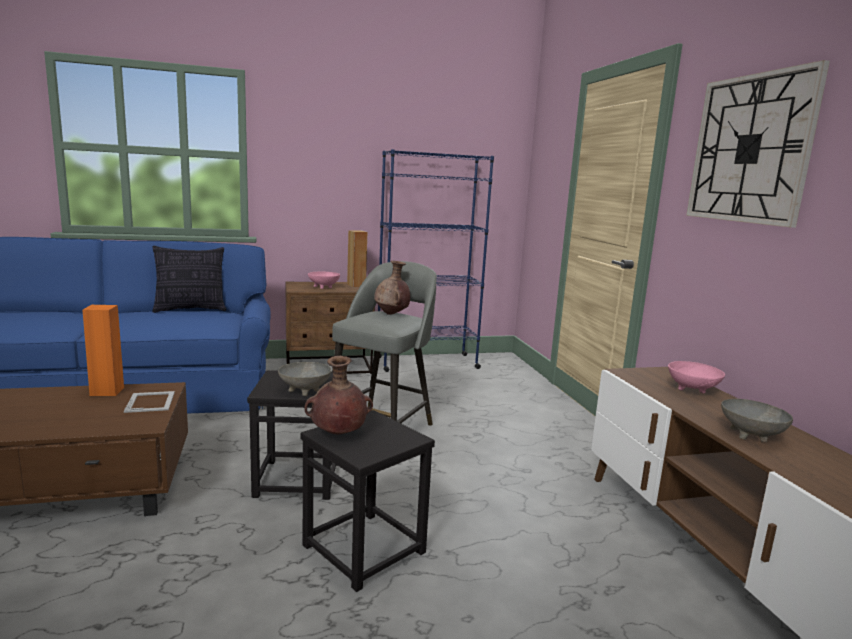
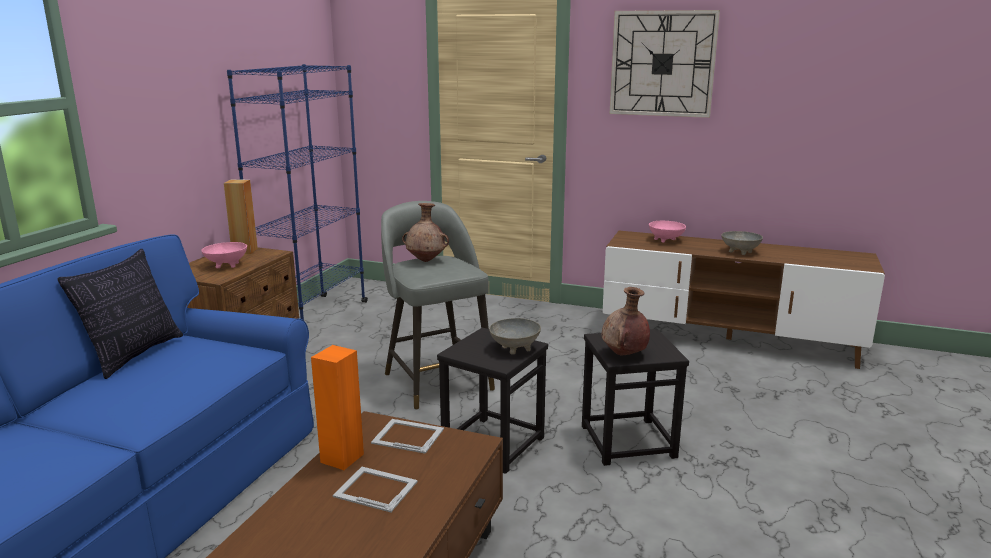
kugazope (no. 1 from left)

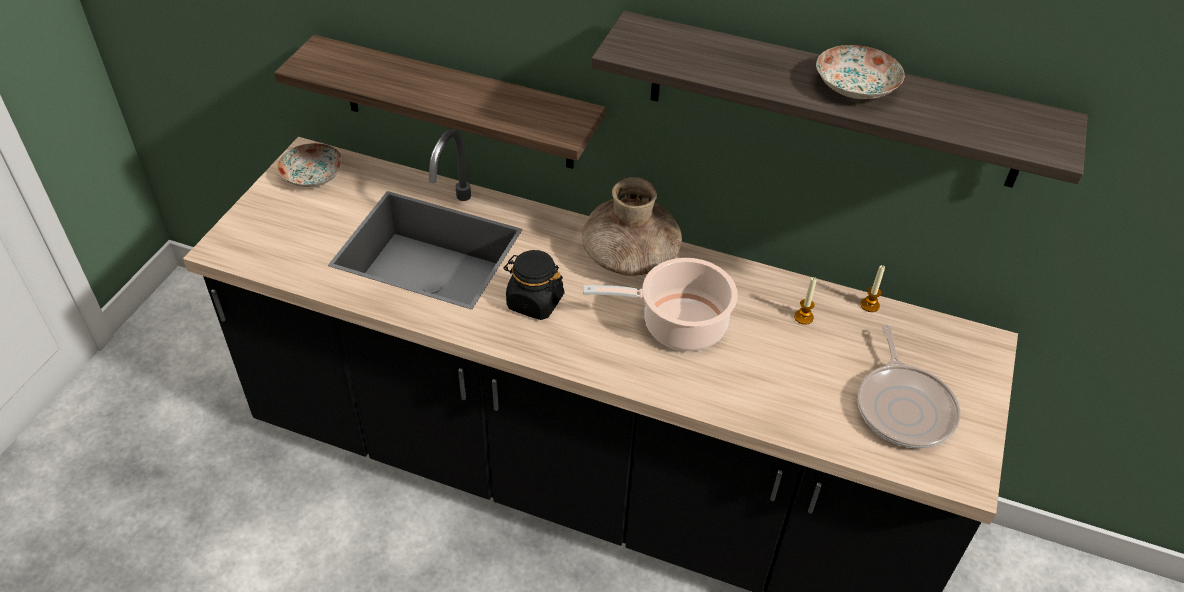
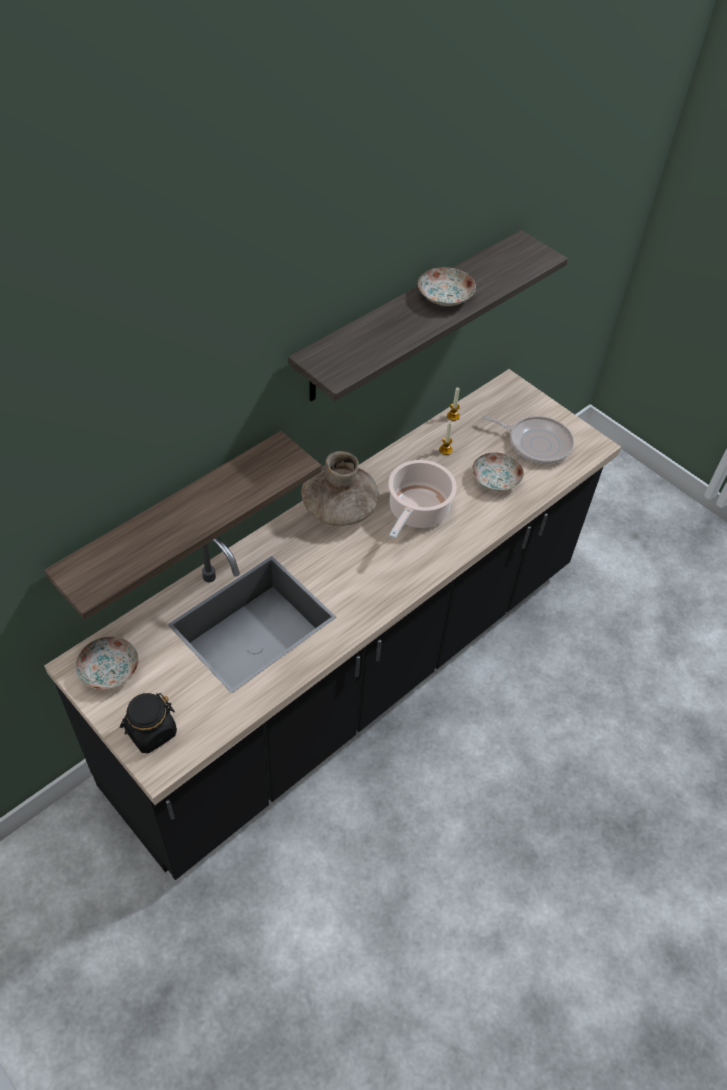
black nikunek
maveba (no. 3 from left)

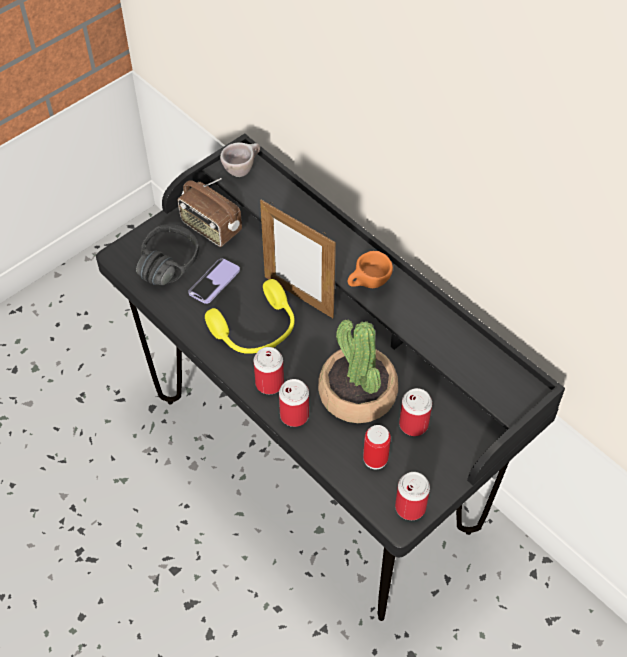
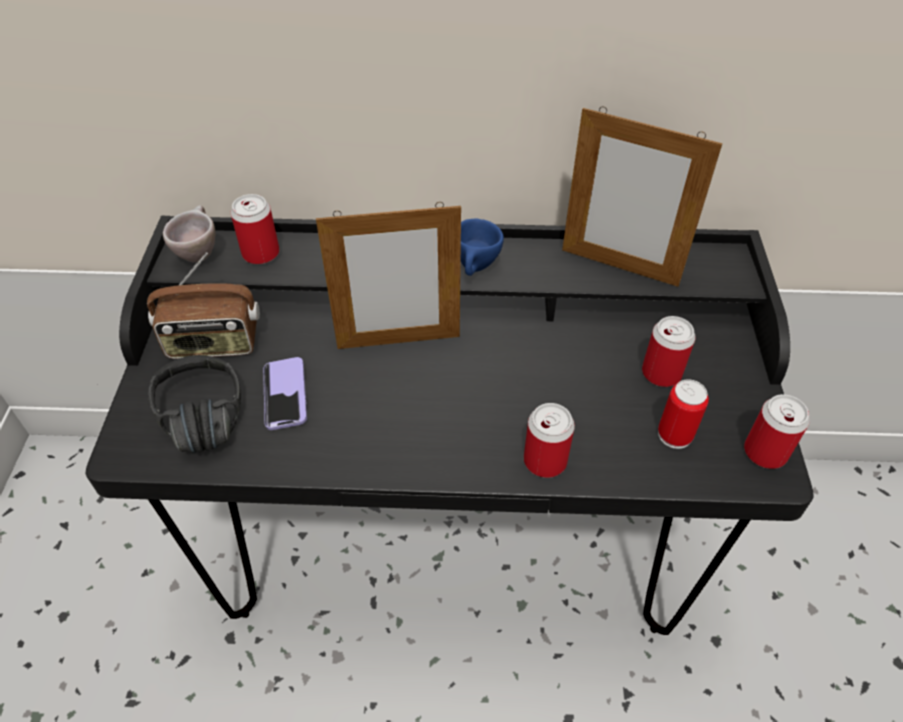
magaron (no. 1 from left)
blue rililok
kugazope (no. 2 from left)
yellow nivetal
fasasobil

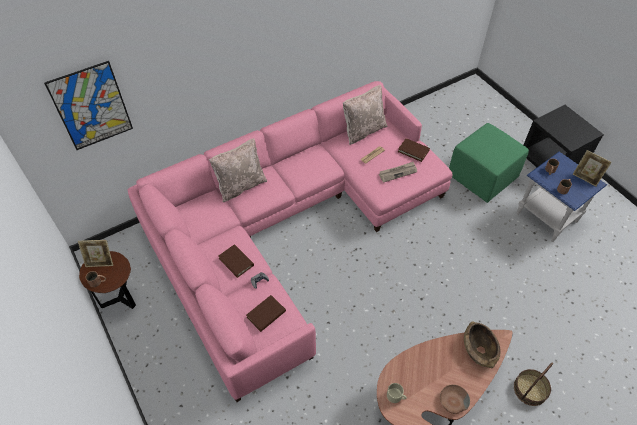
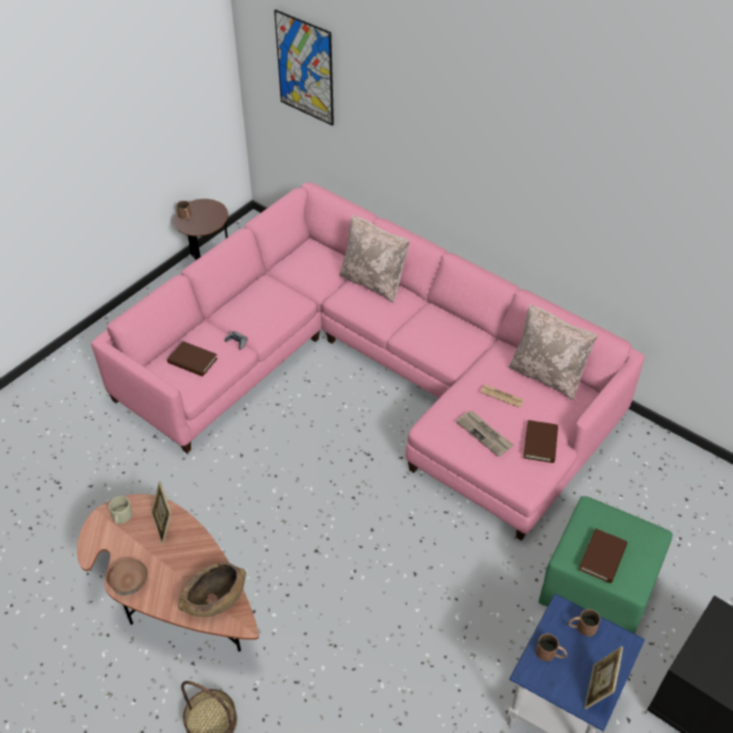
kugazope (no. 1 from left)
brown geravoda (no. 3 from left)

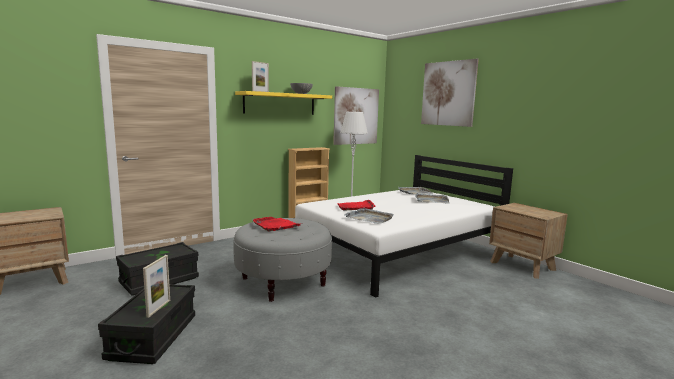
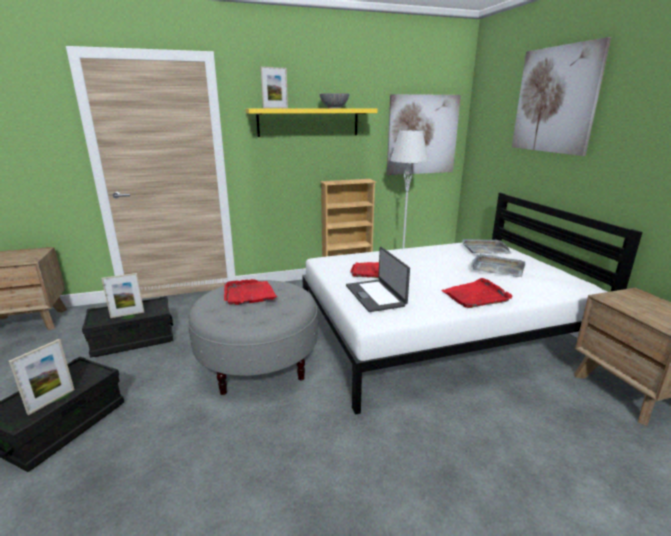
kugazope (no. 2 from left)
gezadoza
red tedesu (no. 3 from left)

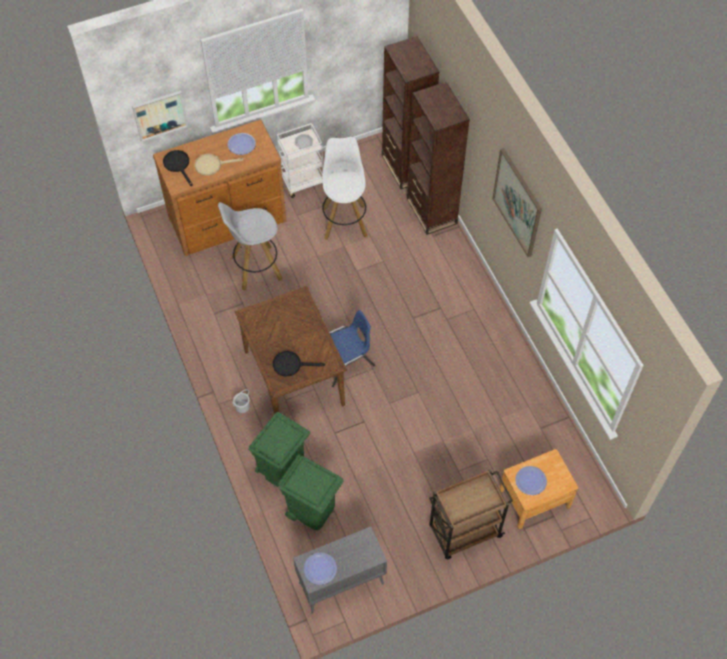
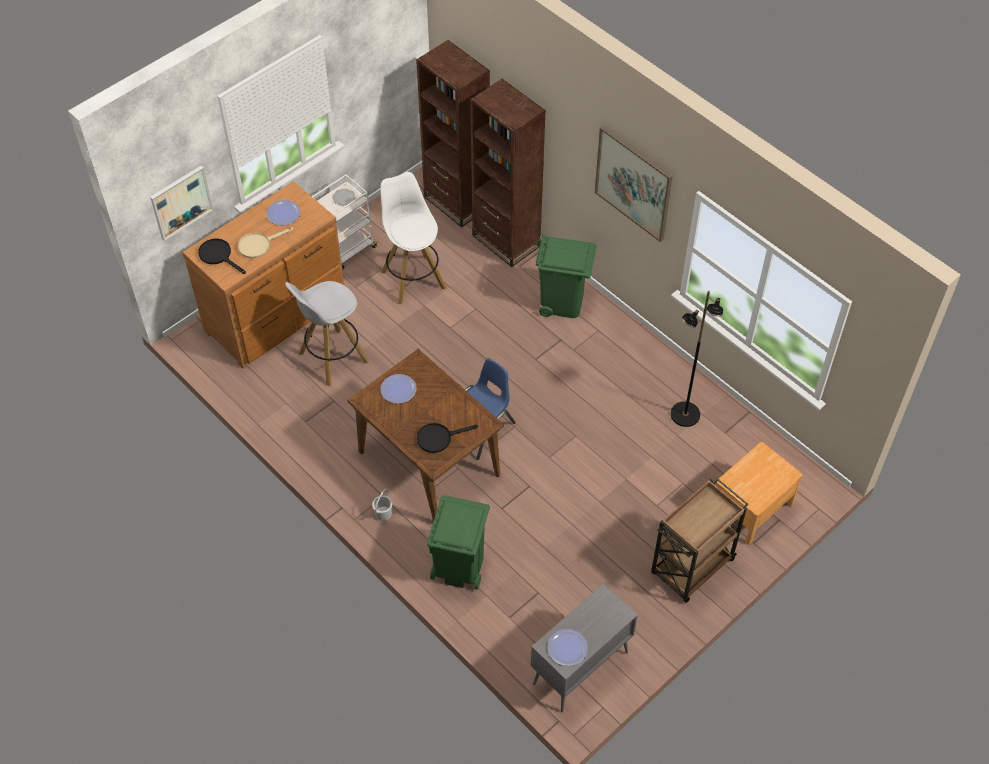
maveba (no. 3 from left)
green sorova (no. 2 from left)
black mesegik

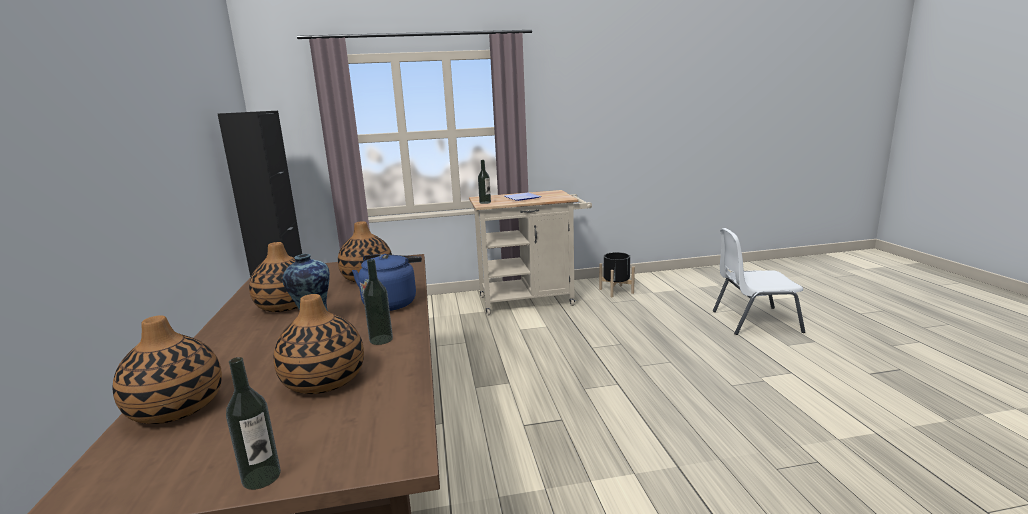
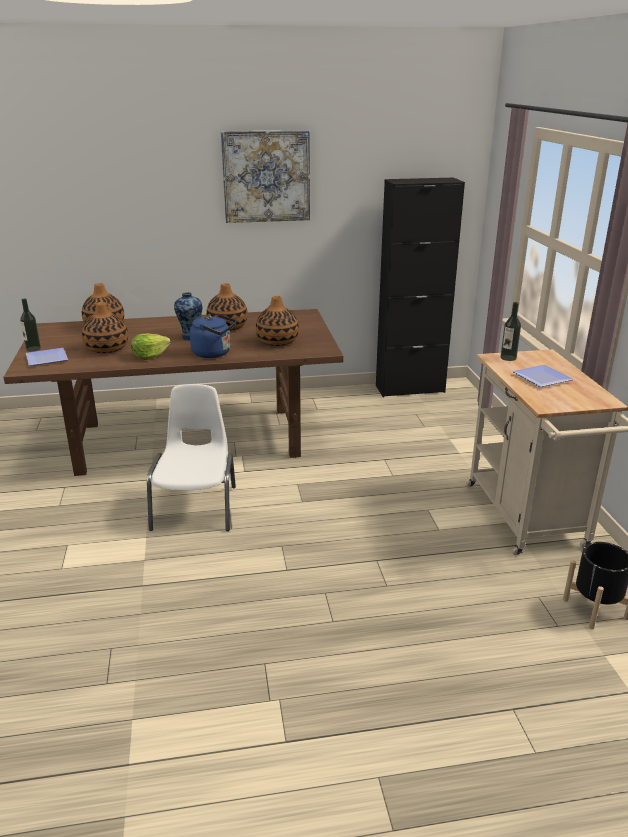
maveba (no. 1 from left)
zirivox
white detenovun
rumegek

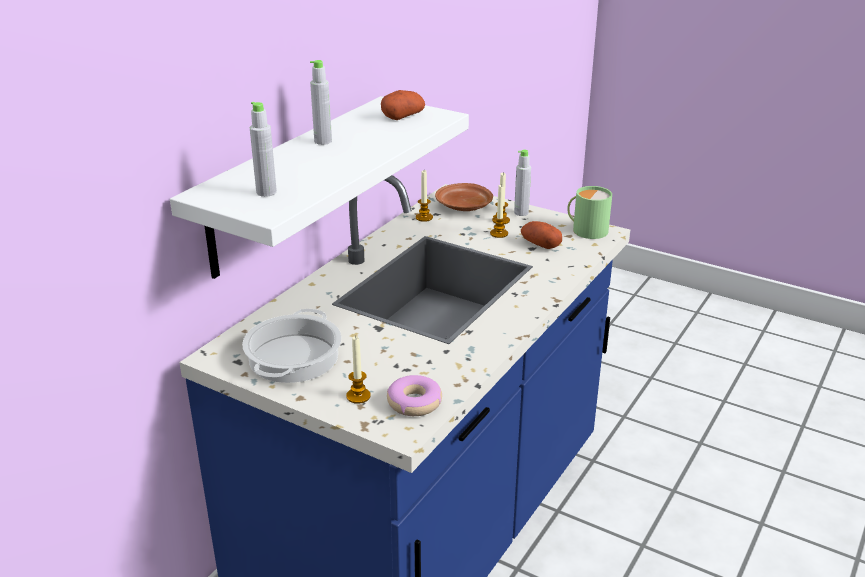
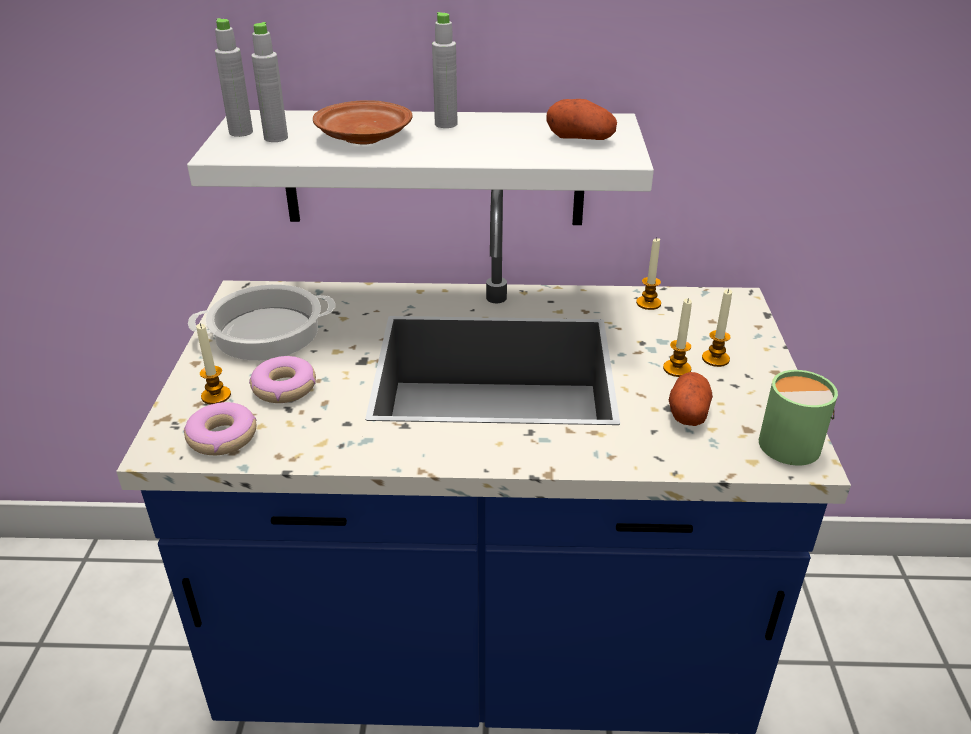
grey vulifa (no. 1 from left)
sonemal (no. 2 from left)
brown maveba

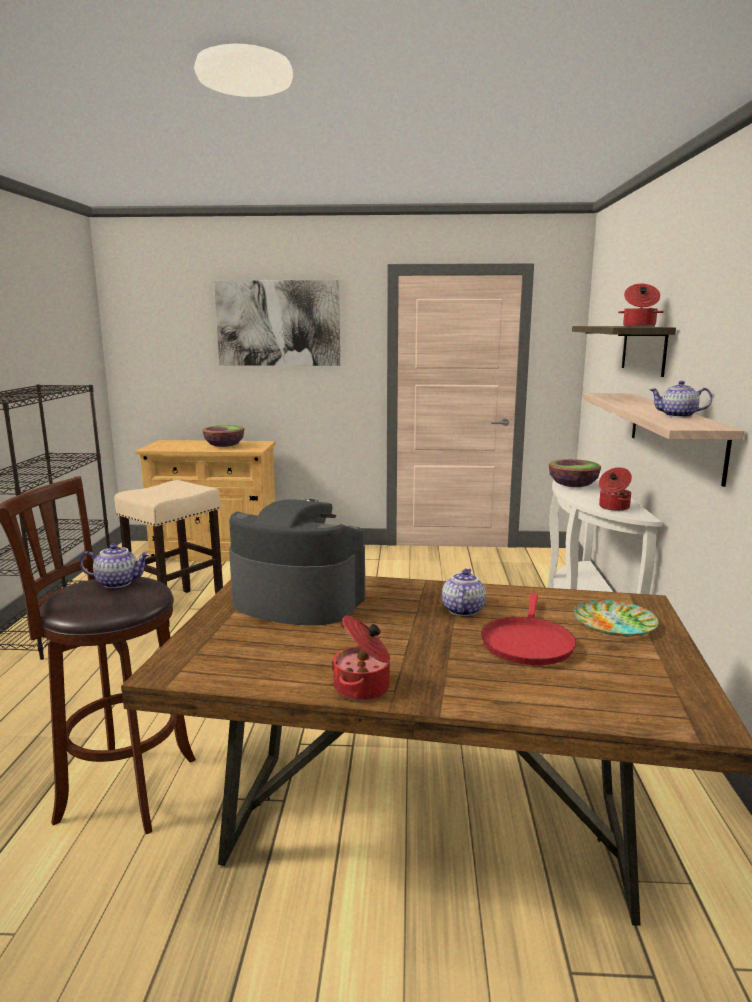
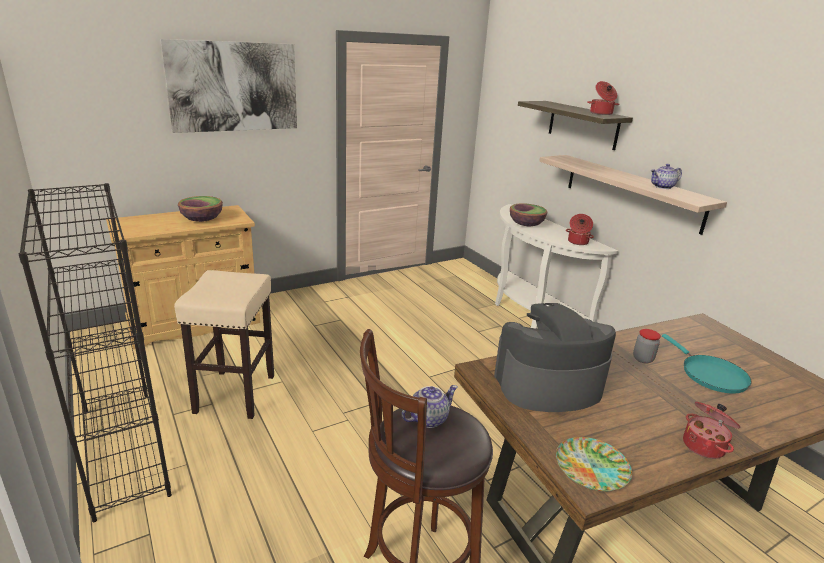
maveba
nikunek
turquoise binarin

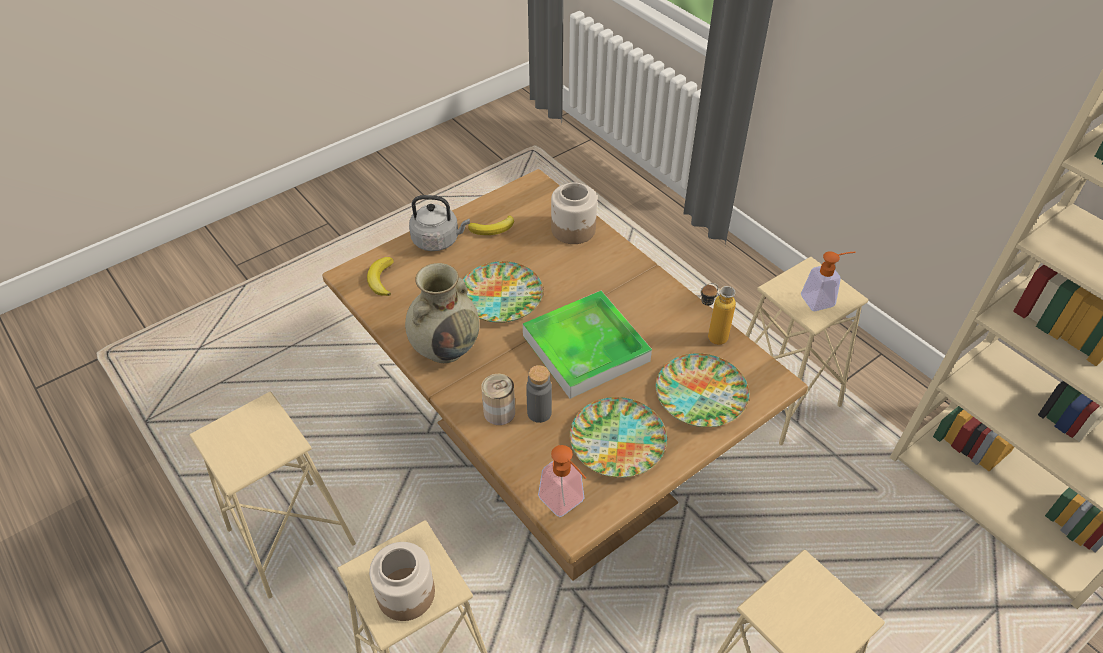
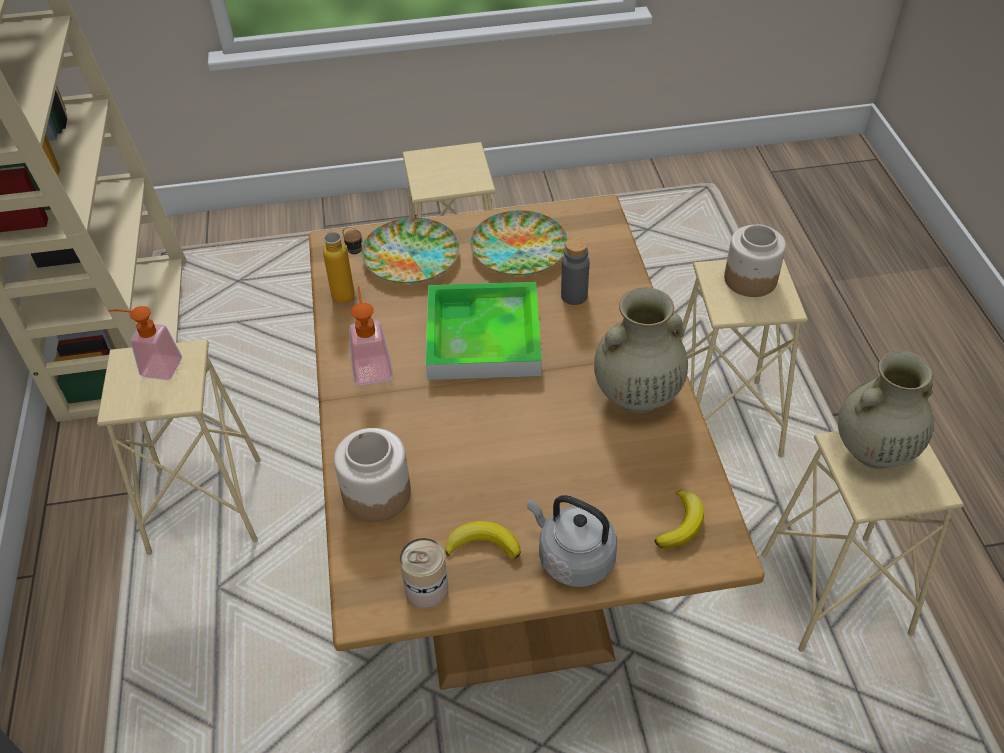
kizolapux (no. 2 from left)
magaron
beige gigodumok (no. 2 from left)
maveba (no. 1 from left in the first image)

